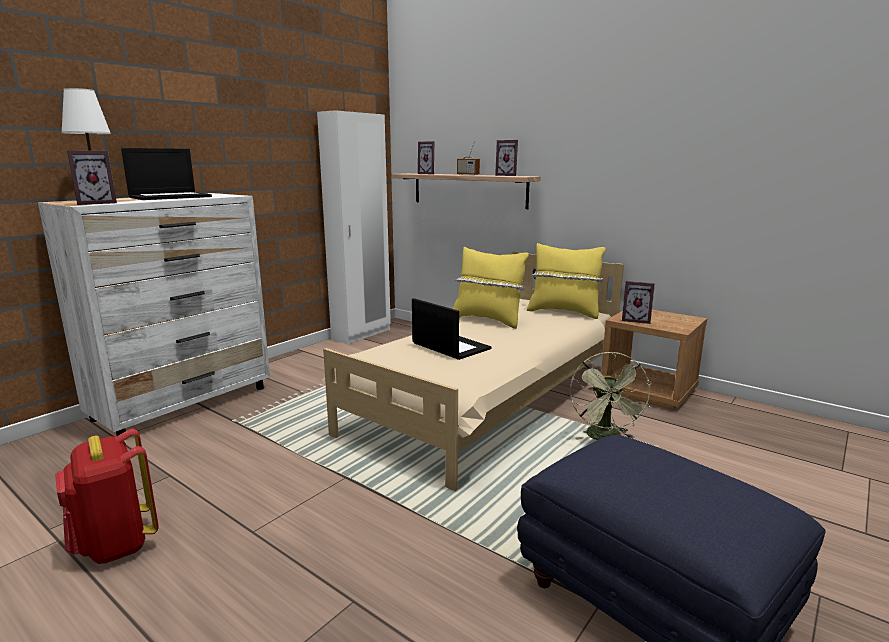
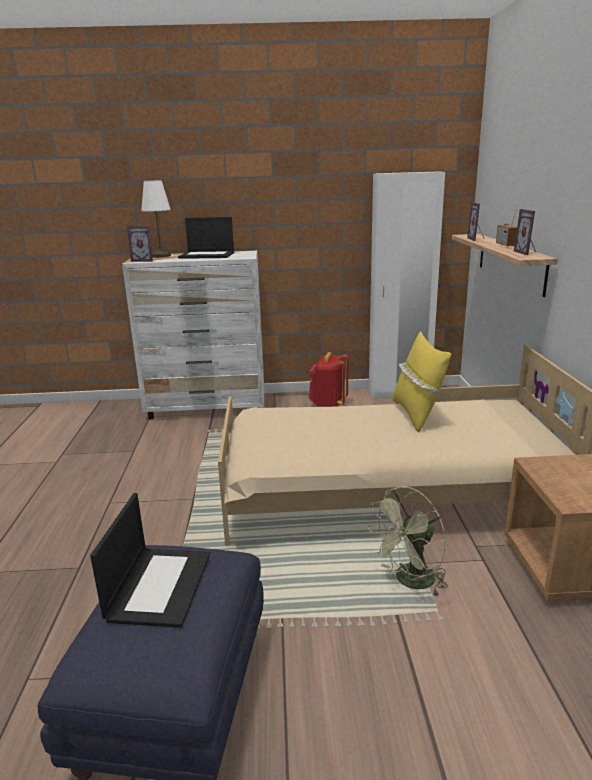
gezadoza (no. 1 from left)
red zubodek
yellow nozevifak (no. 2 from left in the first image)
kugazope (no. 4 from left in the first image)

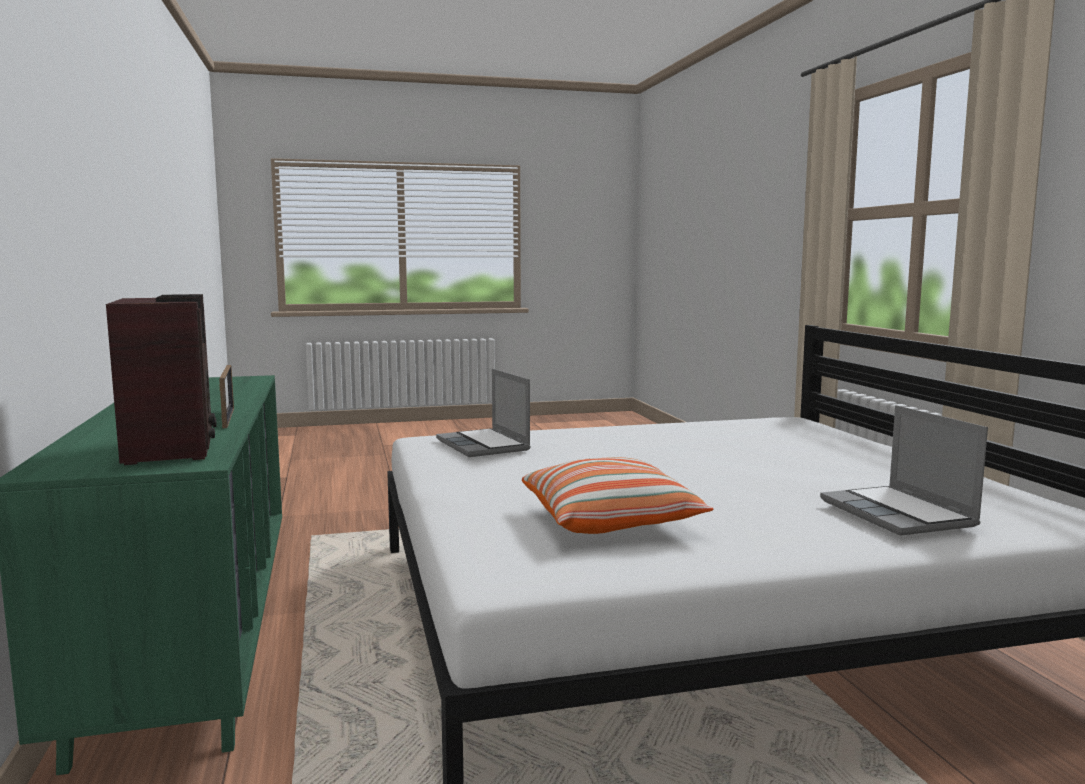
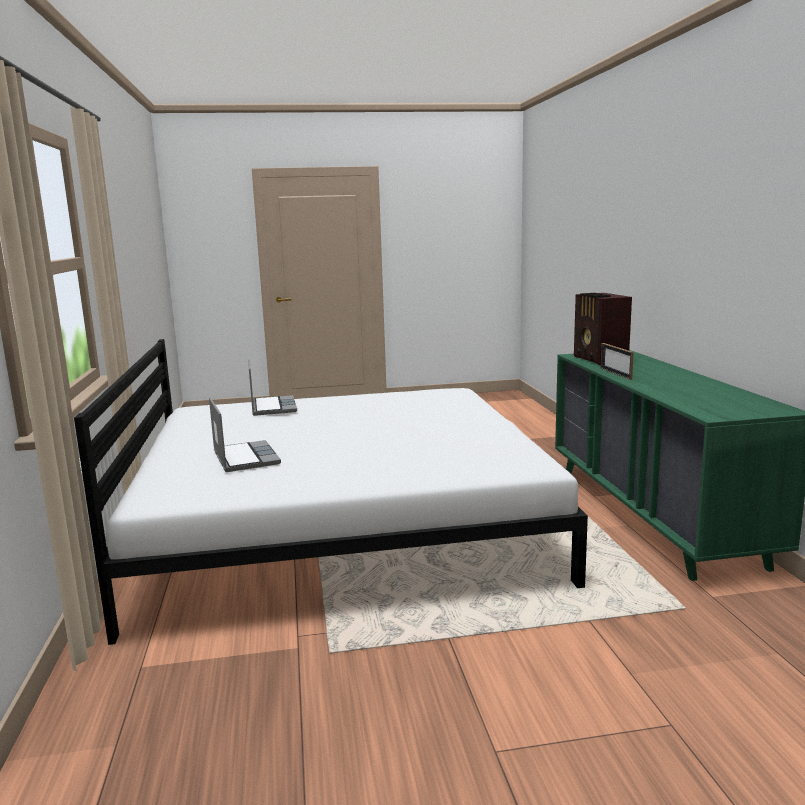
gezadoza (no. 1 from left)
nozevifak

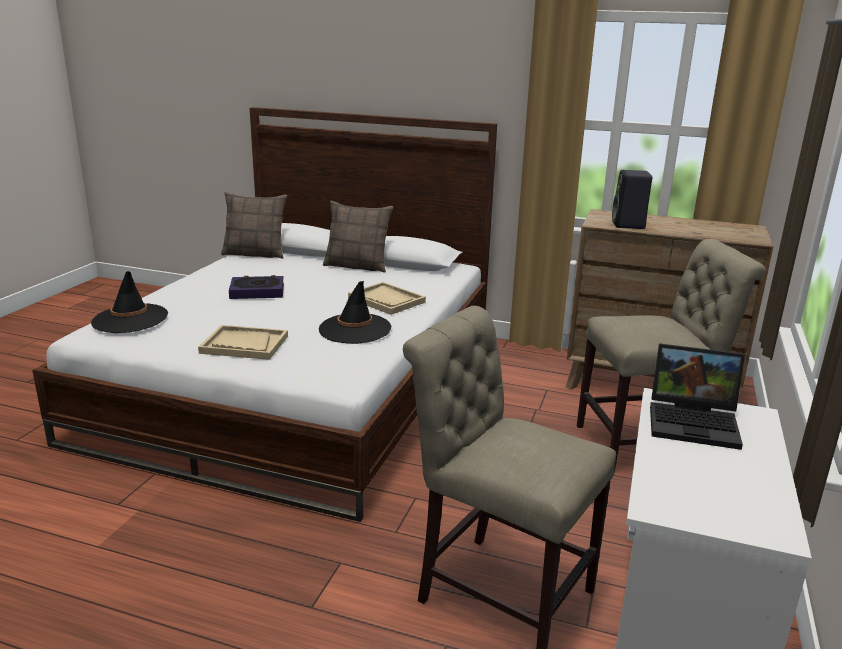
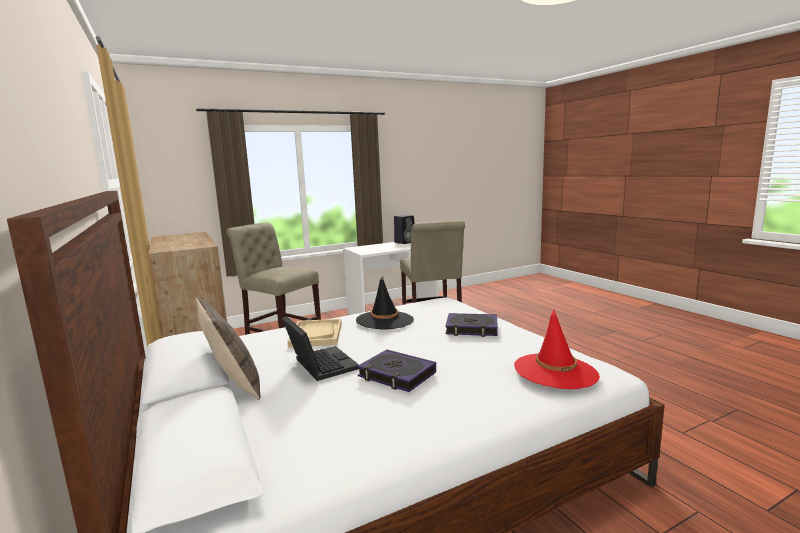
gezadoza
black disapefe
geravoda (no. 2 from left)
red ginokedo
nozevifak (no. 1 from left in the first image)

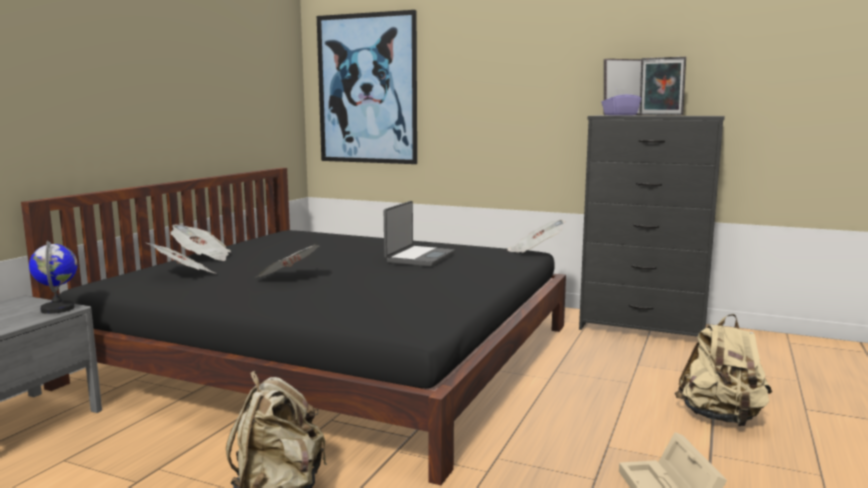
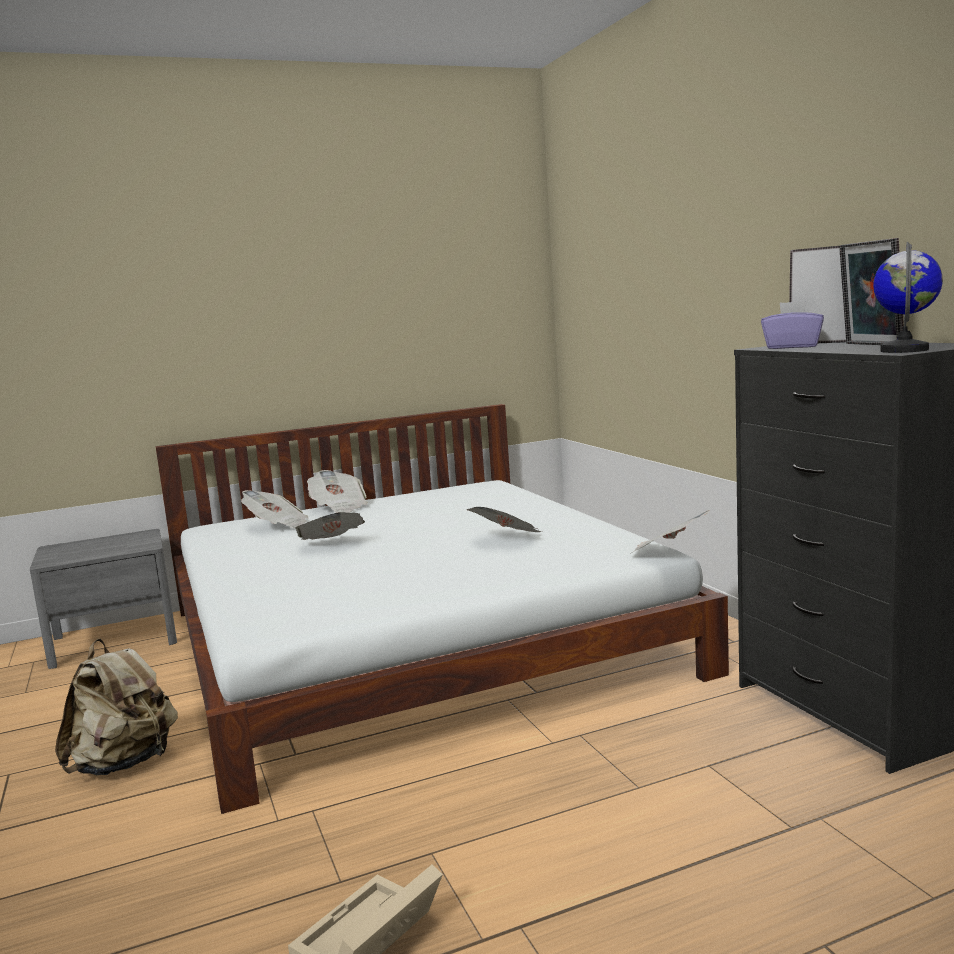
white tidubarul
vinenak (no. 4 from left)
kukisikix
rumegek
beige zubodek (no. 2 from left in the first image)

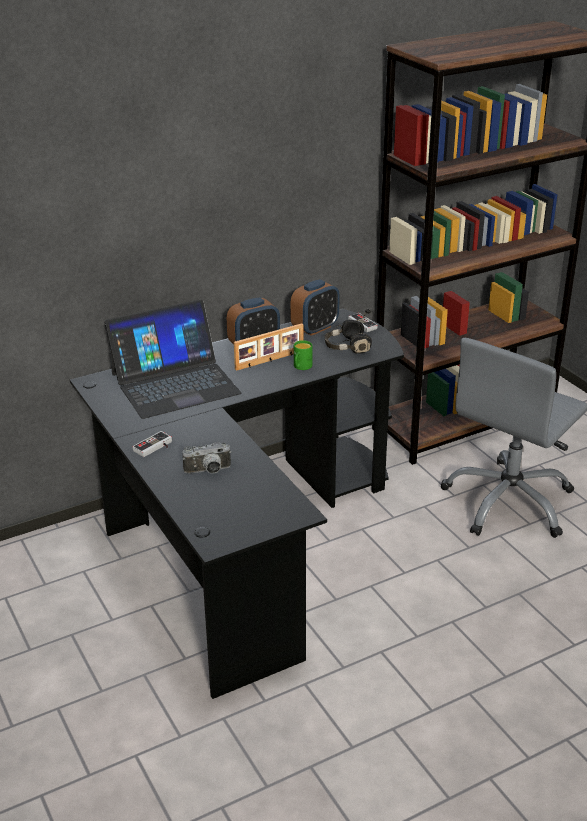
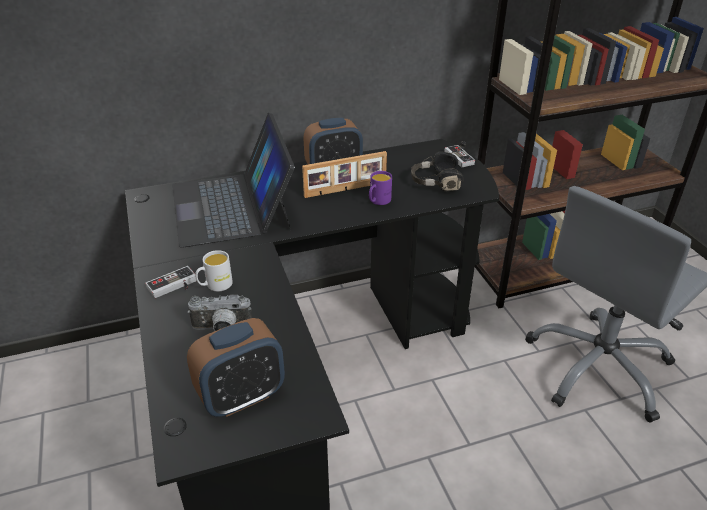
gezadoza
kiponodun (no. 1 from left)
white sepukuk
purple sepukuk

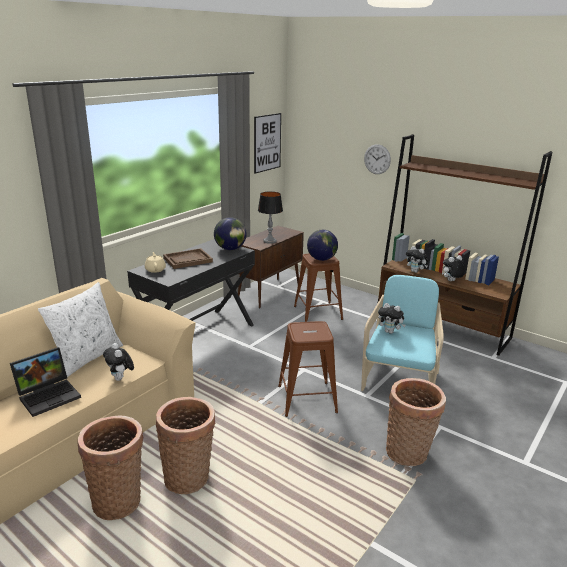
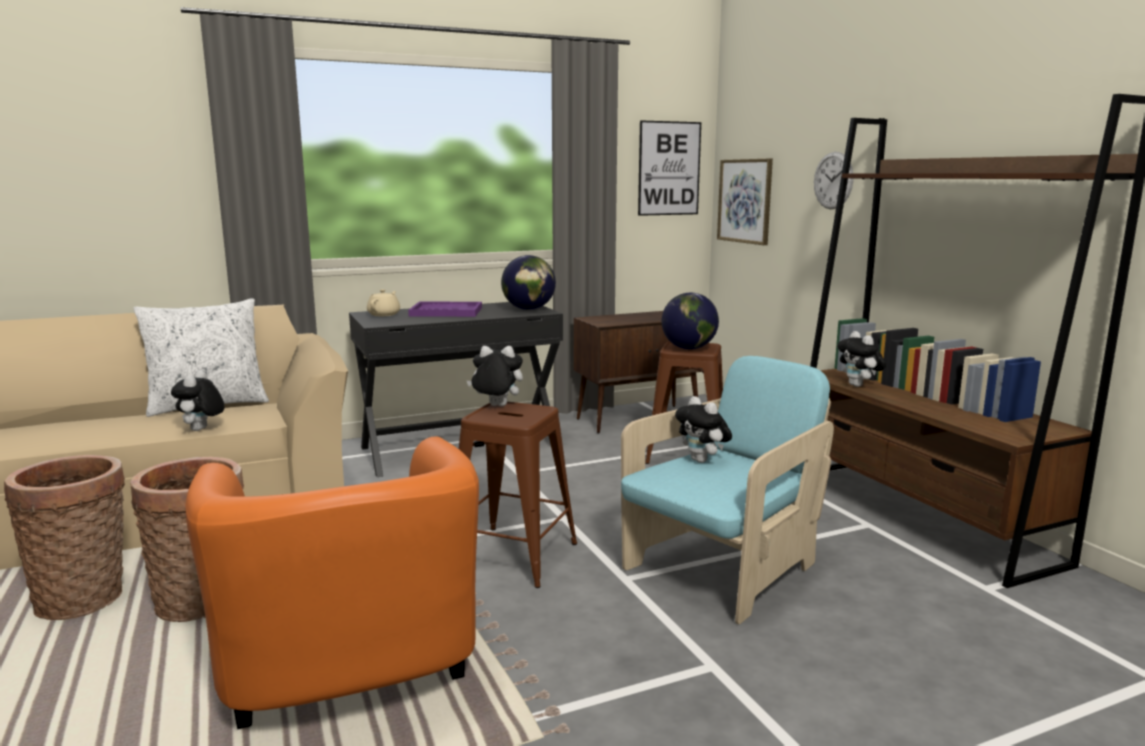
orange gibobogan
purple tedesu
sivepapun (no. 2 from left)
rumegek (no. 2 from left)
gezadoza
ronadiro
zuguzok (no. 3 from left in the first image)

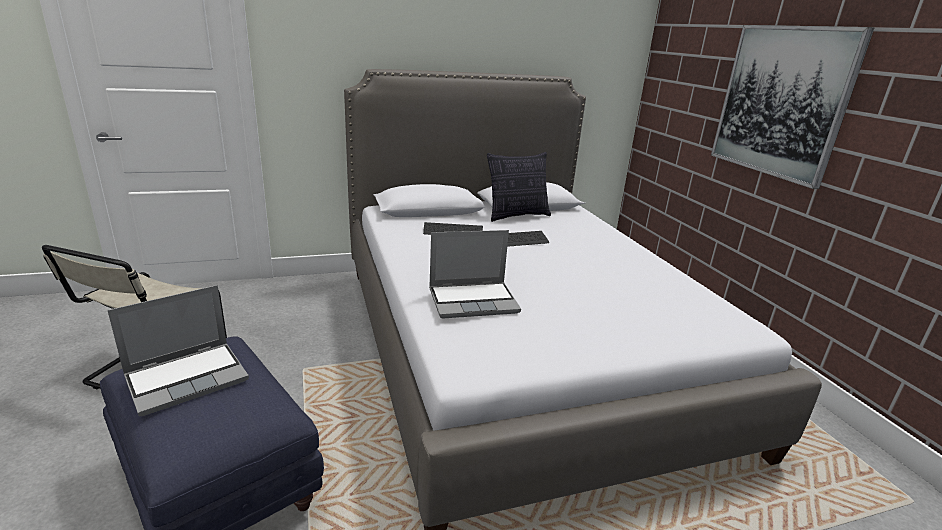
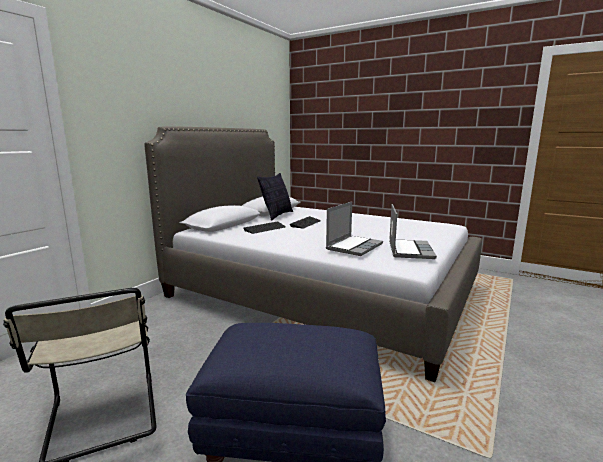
gezadoza (no. 2 from left)
rumegek

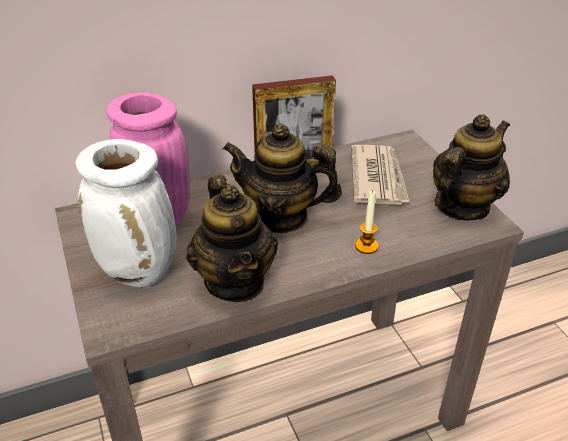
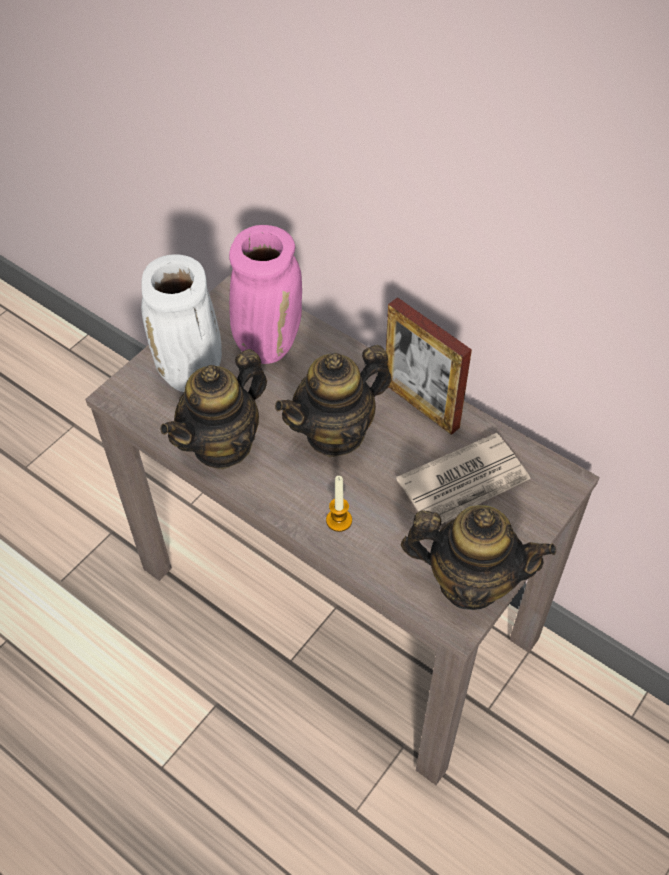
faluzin (no. 2 from left)

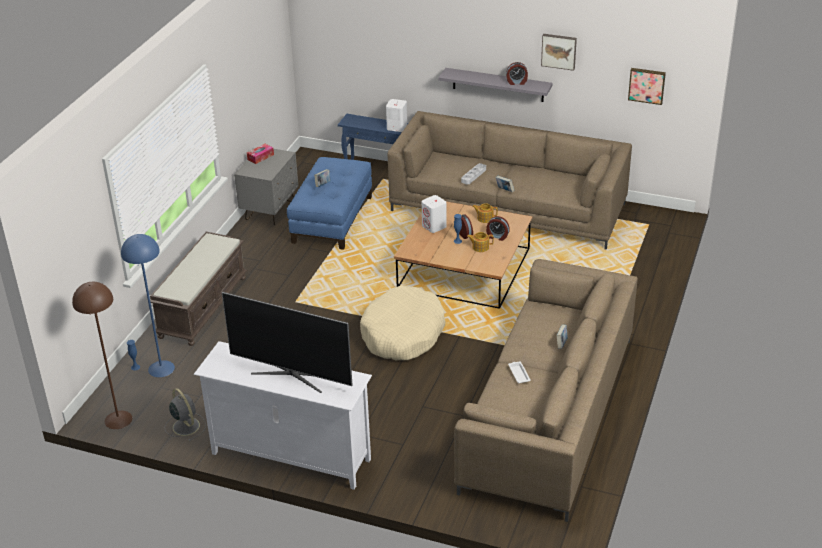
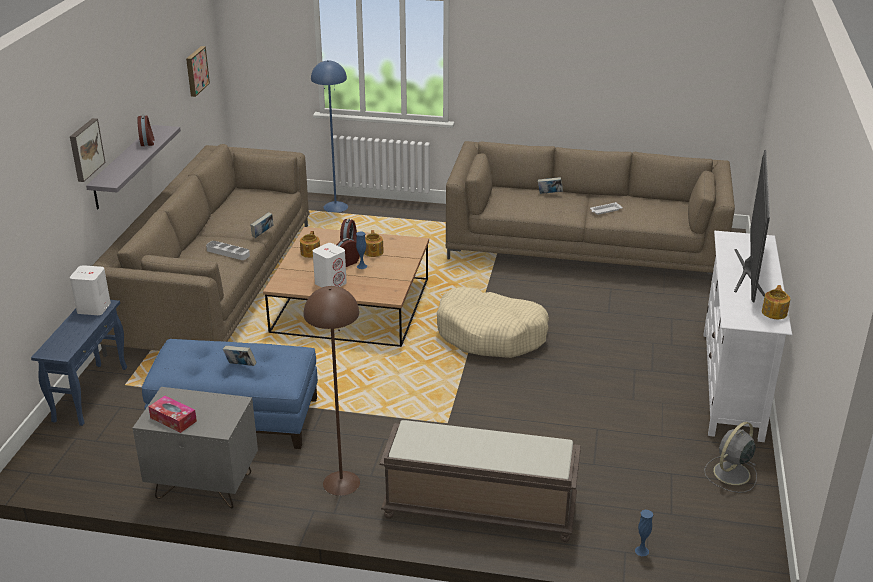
rumegek (no. 1 from left)
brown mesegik
blue mesegik
faluzin (no. 3 from left)

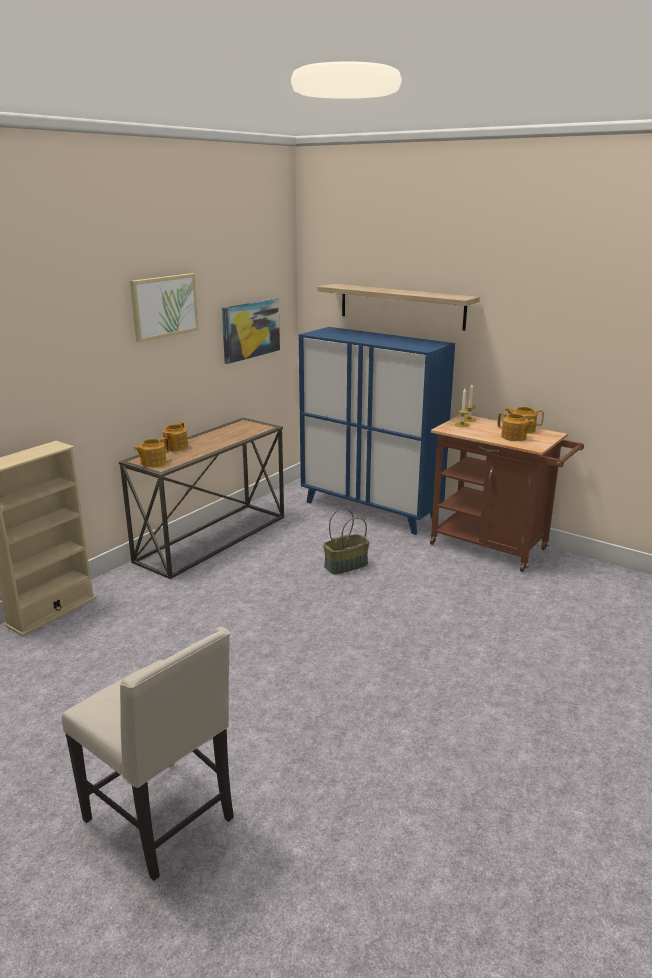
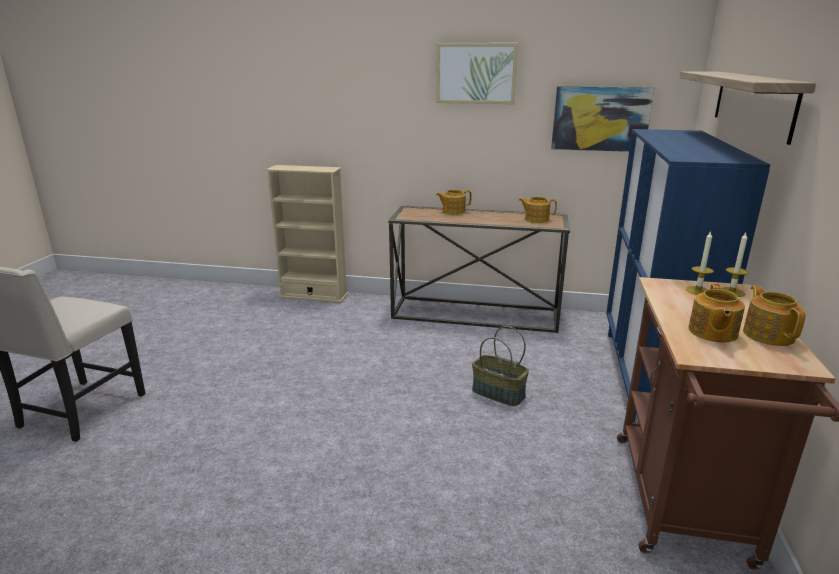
faluzin (no. 2 from left)

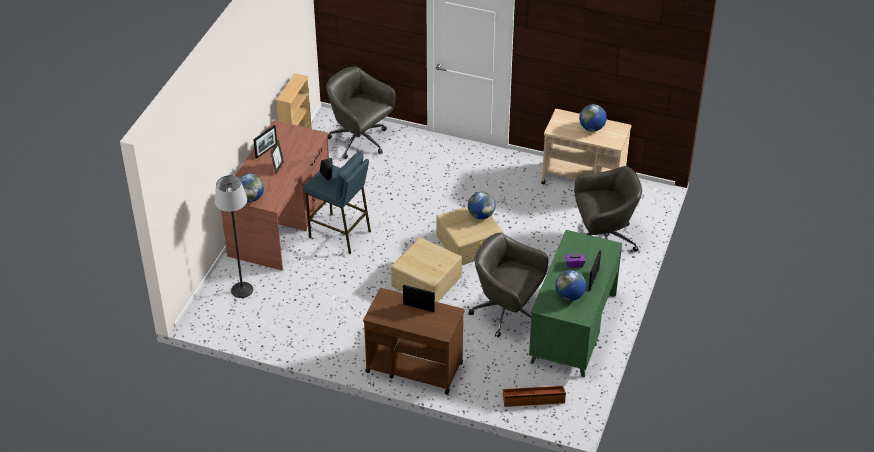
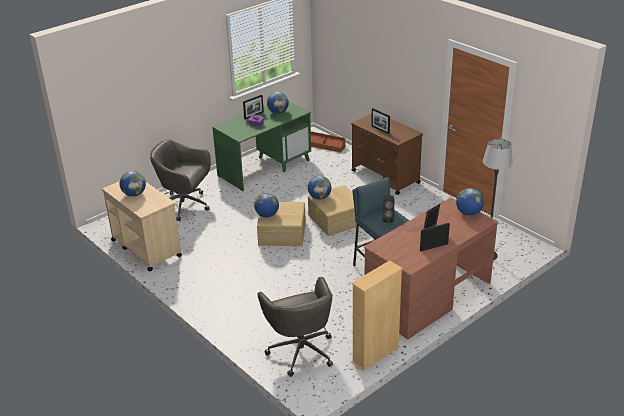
kukisikix (no. 4 from left)
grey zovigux (no. 2 from left in the first image)

